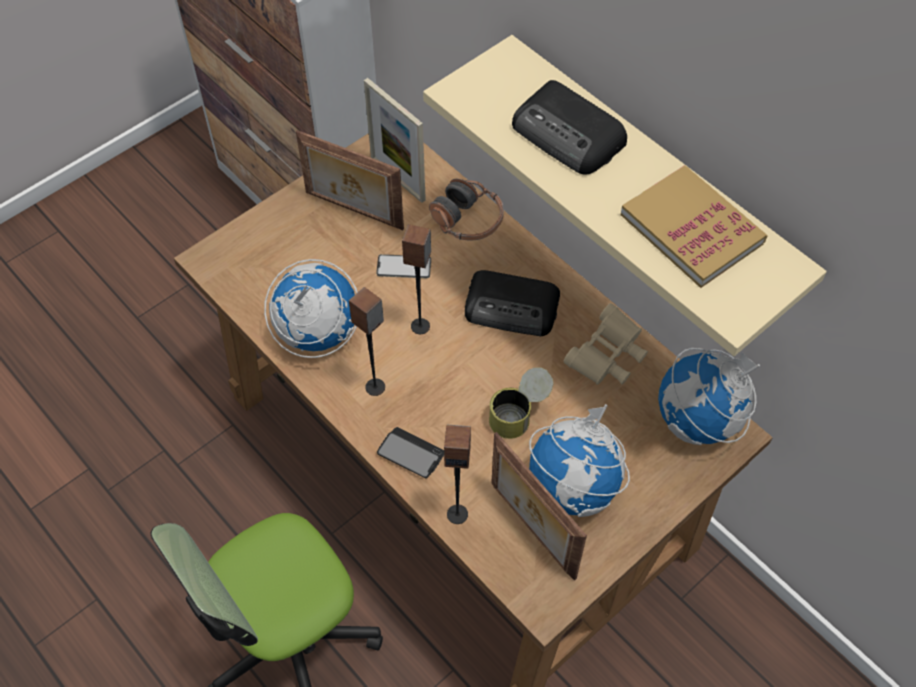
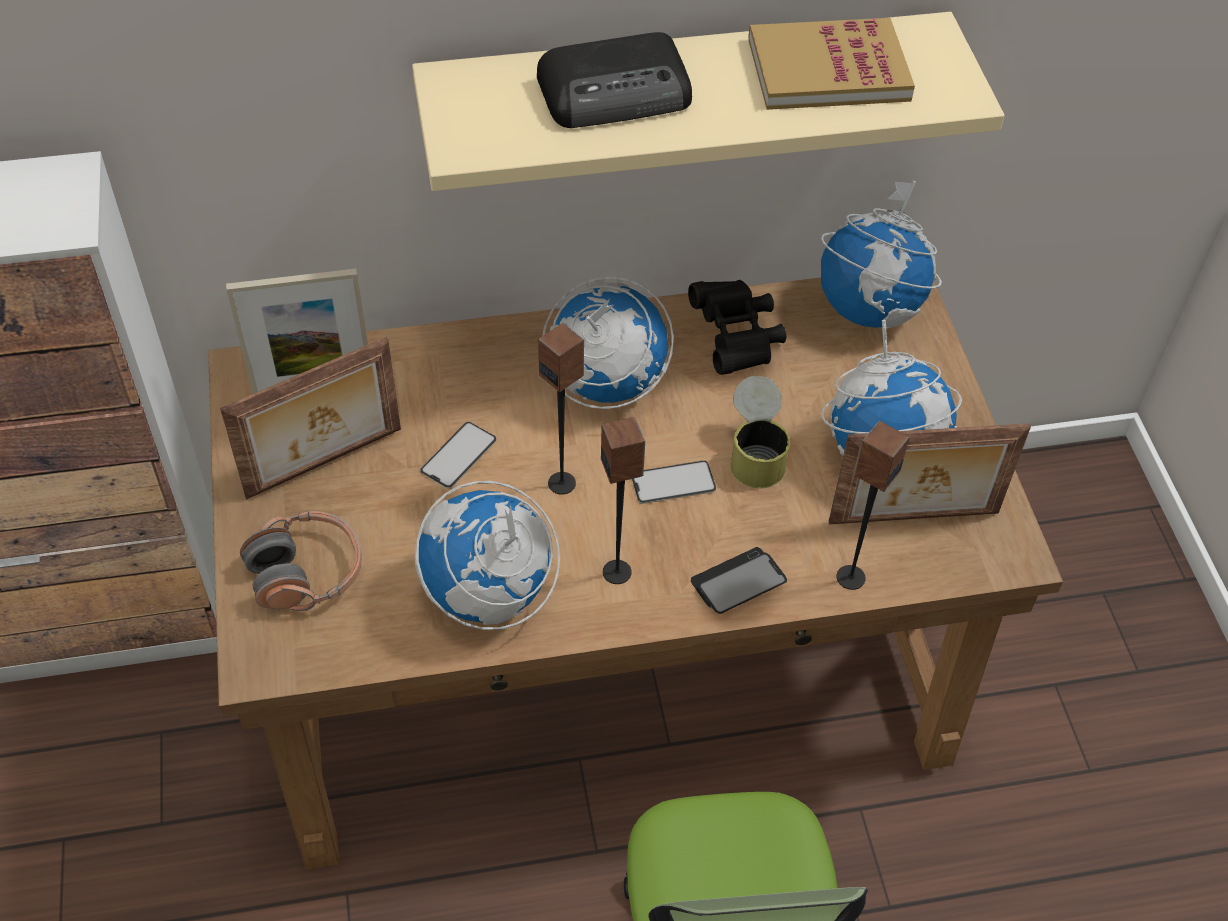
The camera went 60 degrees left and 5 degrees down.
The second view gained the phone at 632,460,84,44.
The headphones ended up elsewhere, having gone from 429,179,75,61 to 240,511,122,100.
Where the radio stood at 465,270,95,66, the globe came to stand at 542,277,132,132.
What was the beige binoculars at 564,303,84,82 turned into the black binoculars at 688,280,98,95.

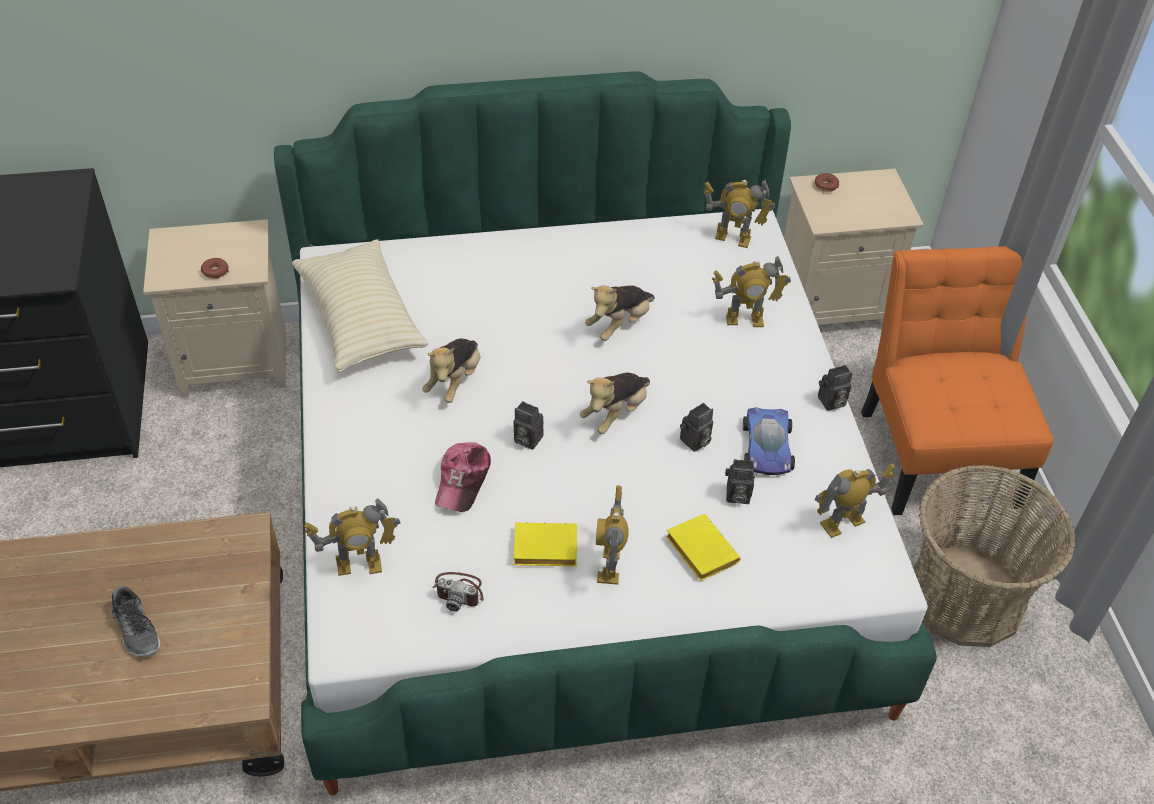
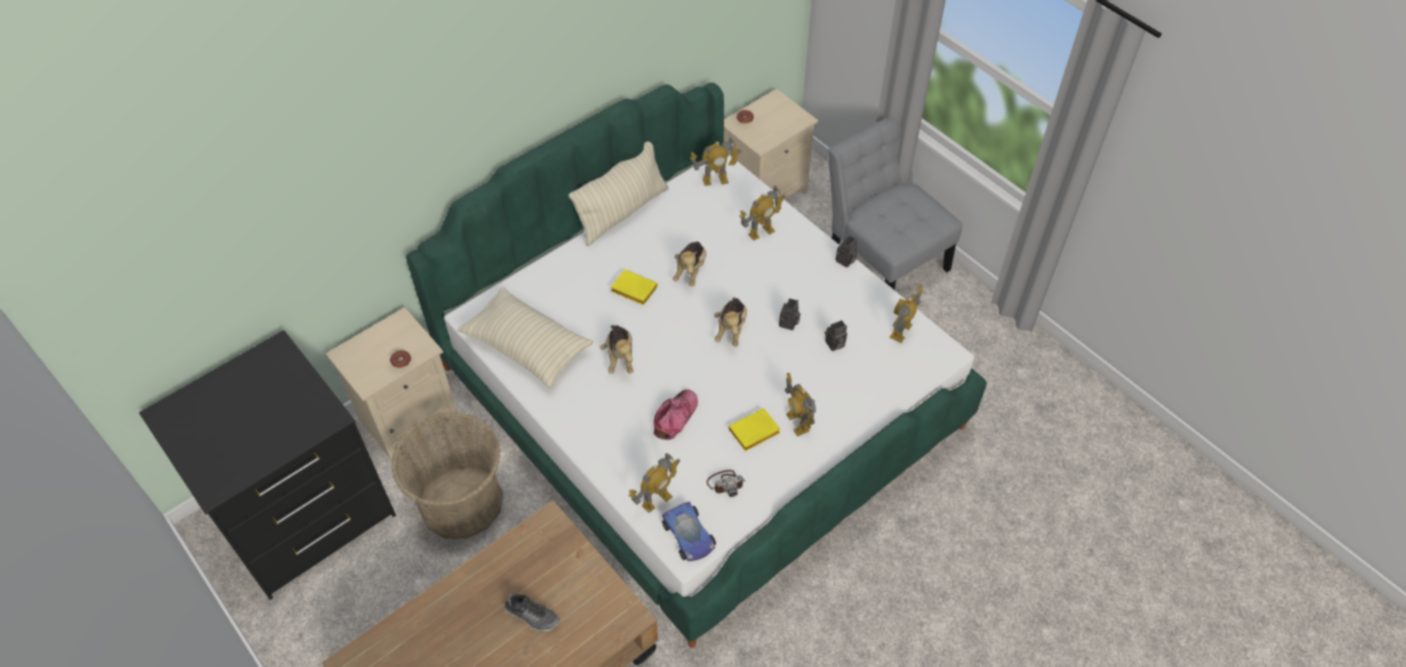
The camera went 30 degrees left and 5 degrees up.
The second view lost the photo camera at 513,401,31,49.
The second view gained the beige pillow at 568,141,101,105.
The yellow book ended up elsewhere, having gone from 666,514,75,67 to 610,270,48,35.
The toy car ended up elsewhere, having gone from 743,407,52,68 to 662,502,54,59.
The basket ended up elsewhere, having gone from 913,464,163,183 to 391,412,112,127.
What was the orange chair at 861,246,193,269 turned into the grey chair at 828,118,134,171.
The cap at 435,442,56,70 ended up facing another way, 135 degrees counterclockwise from before.

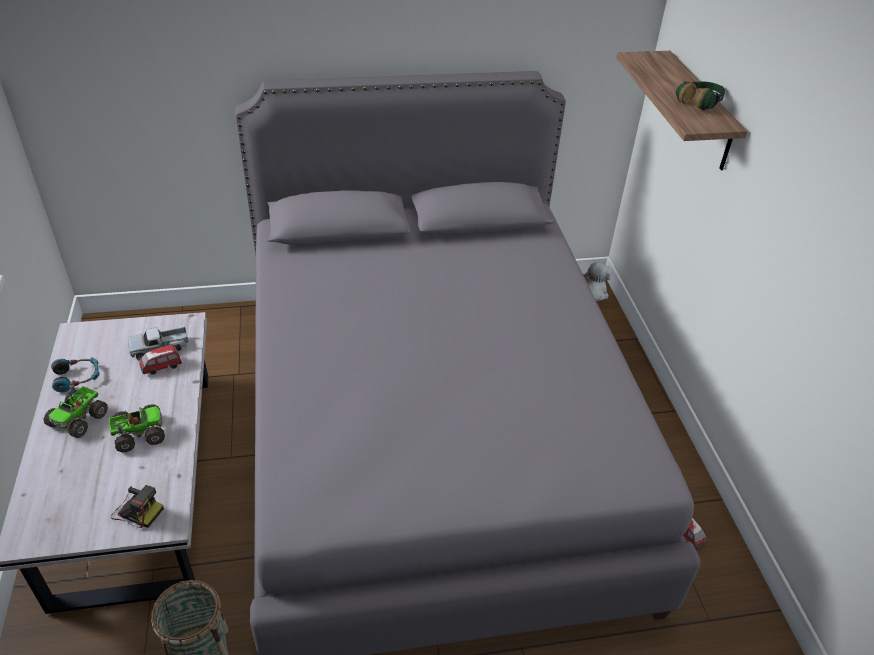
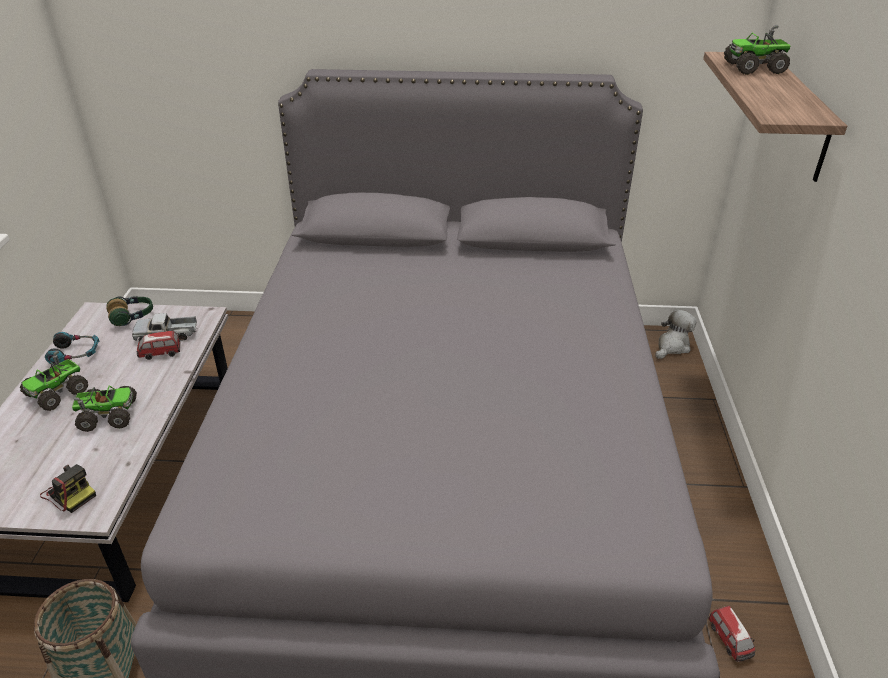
The camera went 15 degrees right and 5 degrees down.
The second view gained the toy truck at 724,25,66,50.
The headphones ended up elsewhere, having gone from 676,81,49,29 to 106,296,47,30.

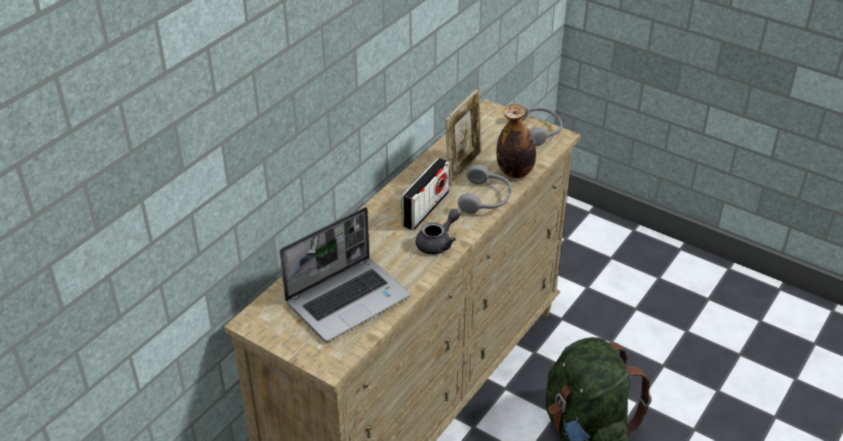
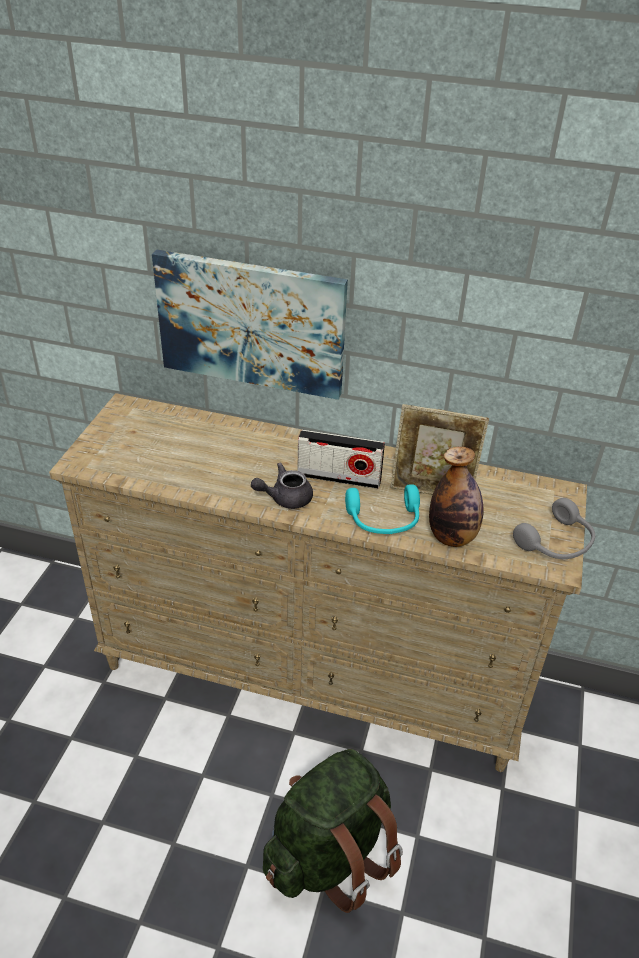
The camera went 70 degrees right and 0 degrees up.
The second view lost the laptop at 280,207,130,135.
The second view gained the picture at 152,250,196,150.
What was the grey headphones at 458,165,53,49 turned into the turquoise headphones at 345,484,75,50.
The grey teapot at 416,209,44,46 ended up facing another way, 135 degrees clockwise from before.

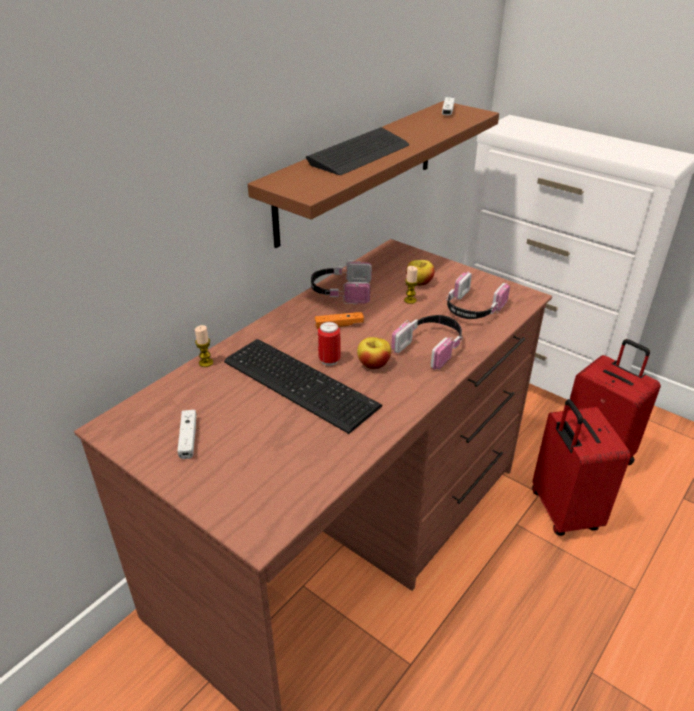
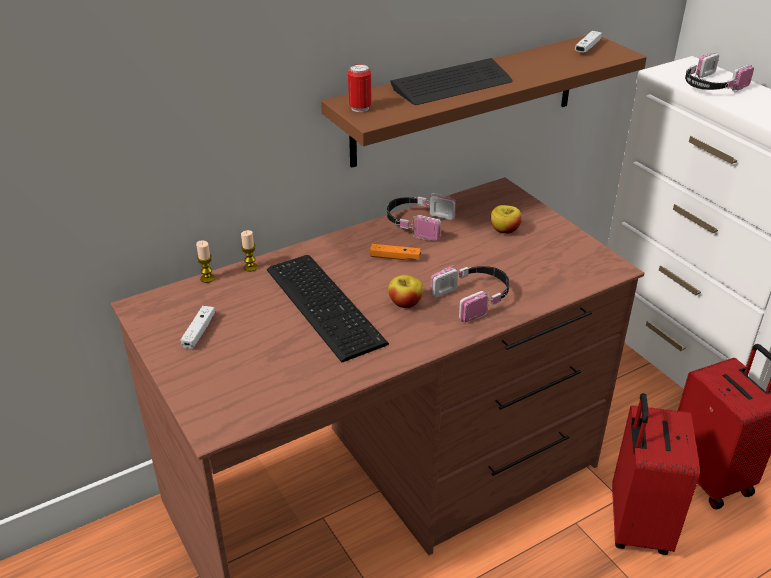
The camera went 20 degrees right and 0 degrees up.
The can ended up elsewhere, having gone from 318,322,23,44 to 348,64,24,48.
The candle ended up elsewhere, having gone from 404,266,14,38 to 196,241,19,42.
The headphones ended up elsewhere, having gone from 446,272,64,47 to 685,53,69,39.

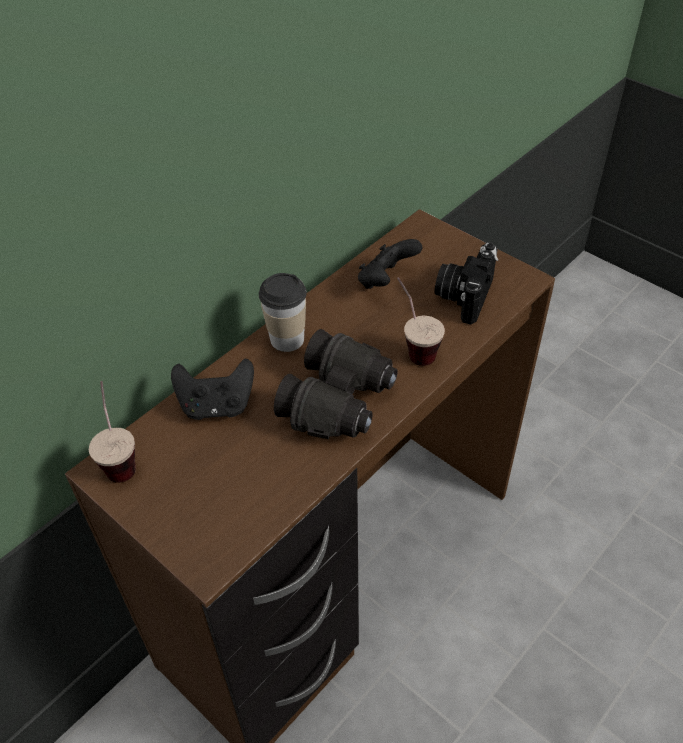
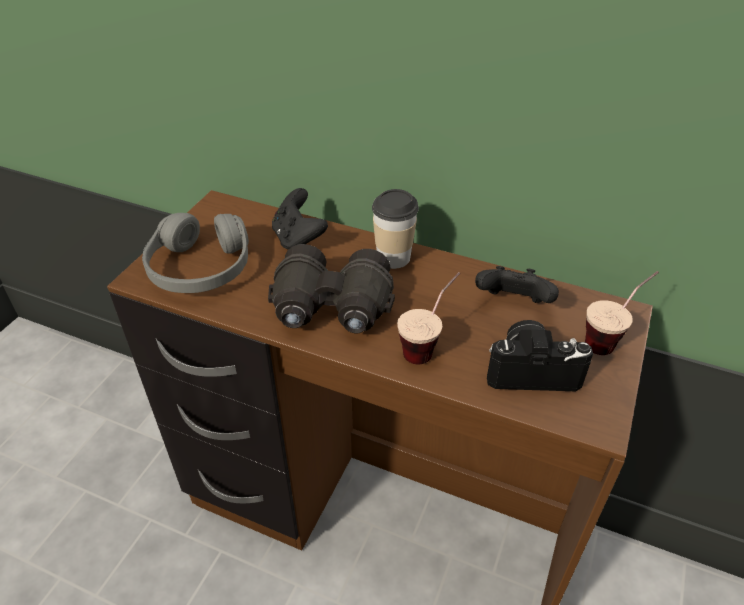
The camera went 70 degrees right and 5 degrees down.
The second view gained the grey headphones at 142,213,107,80.
The cup ended up elsewhere, having gone from 89,381,47,102 to 585,271,74,84.

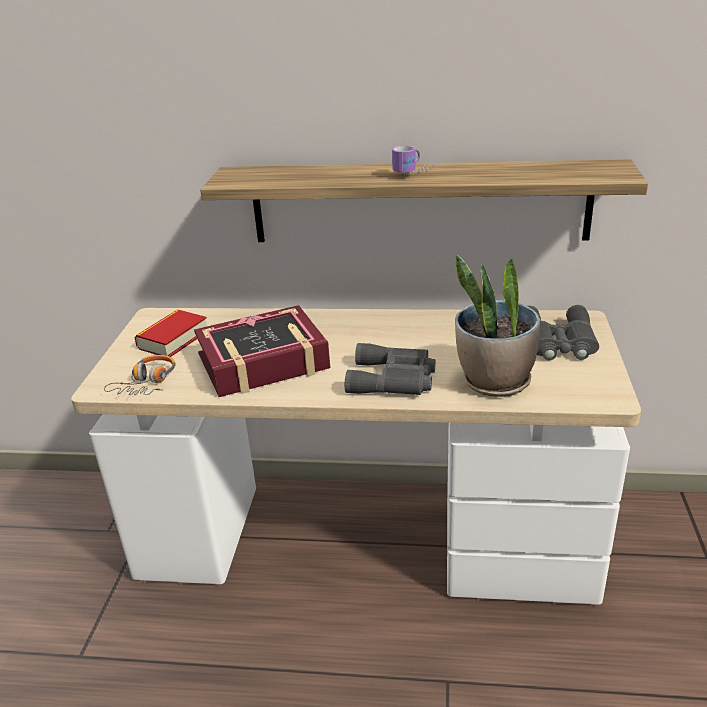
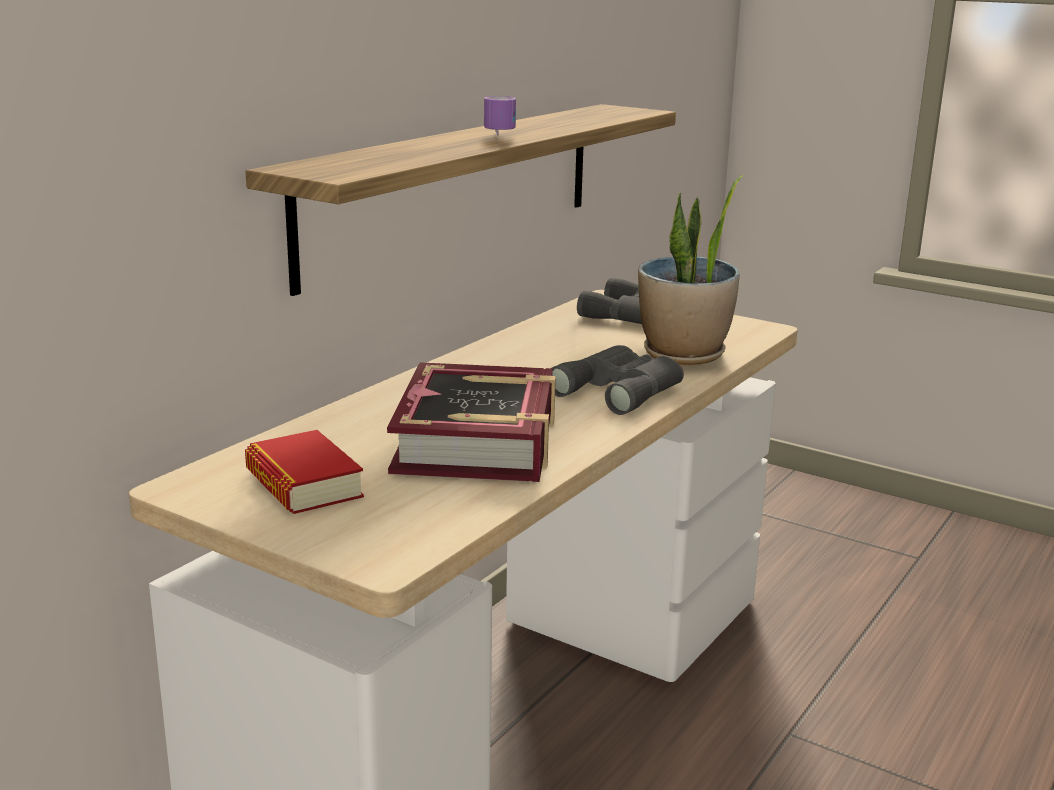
The camera went 65 degrees left and 10 degrees down.
The second view lost the headphones at 104,355,72,40.

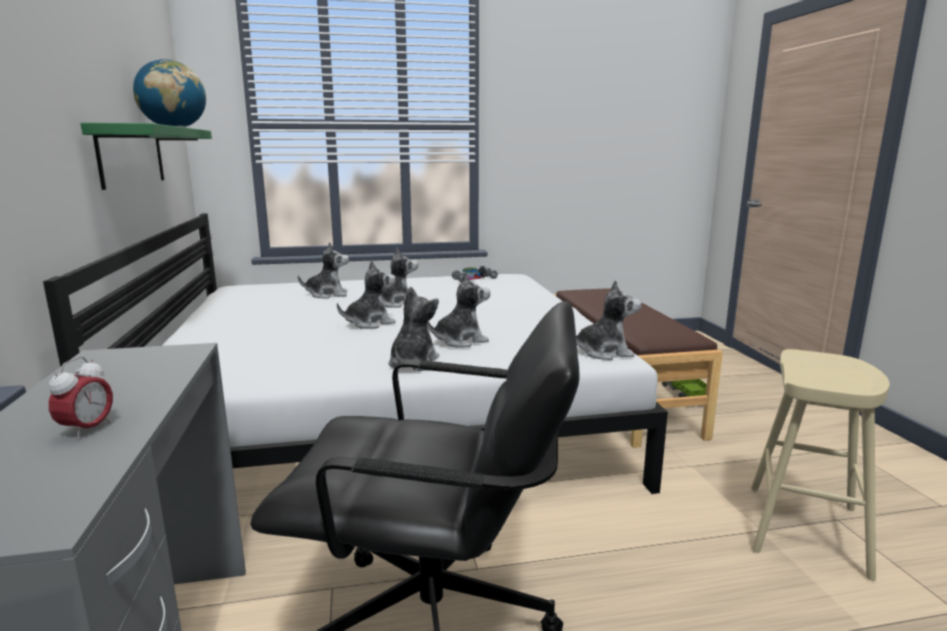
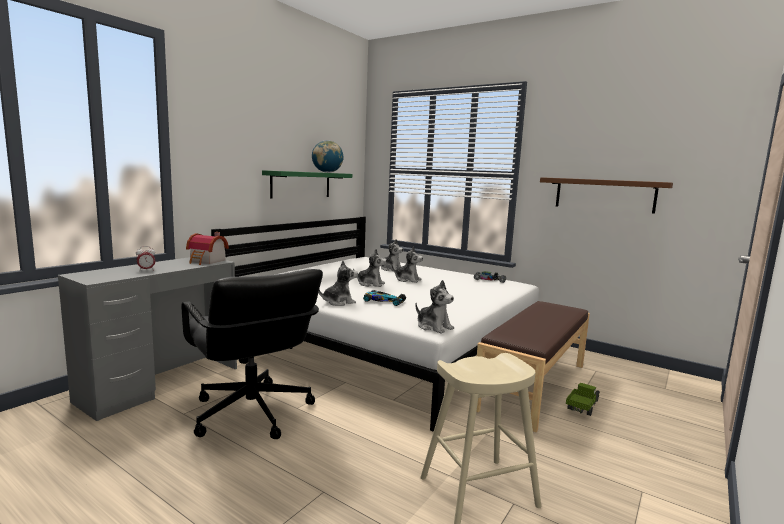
The camera went 45 degrees right and 5 degrees down.
The second view gained the toy house at 186,232,43,33.
The second view gained the brown shelf at 540,177,133,37.
Where the plush toy stood at 427,272,63,75, the toy car came to stand at 363,290,43,16.

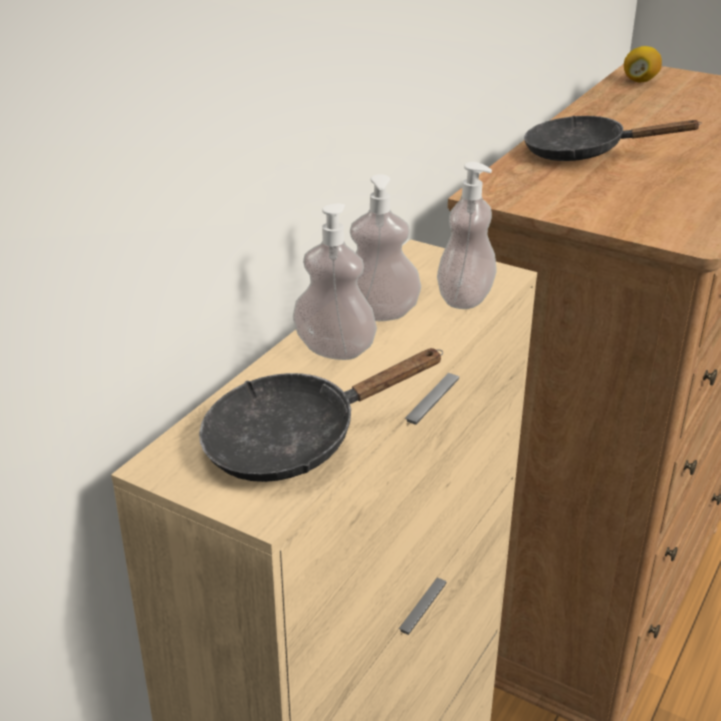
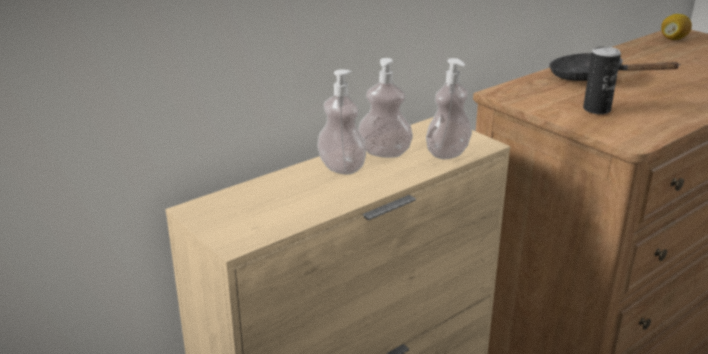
The camera went 20 degrees right and 5 degrees down.
The second view lost the black frying pan at 199,348,244,134.
The second view gained the can at 583,46,38,68.

